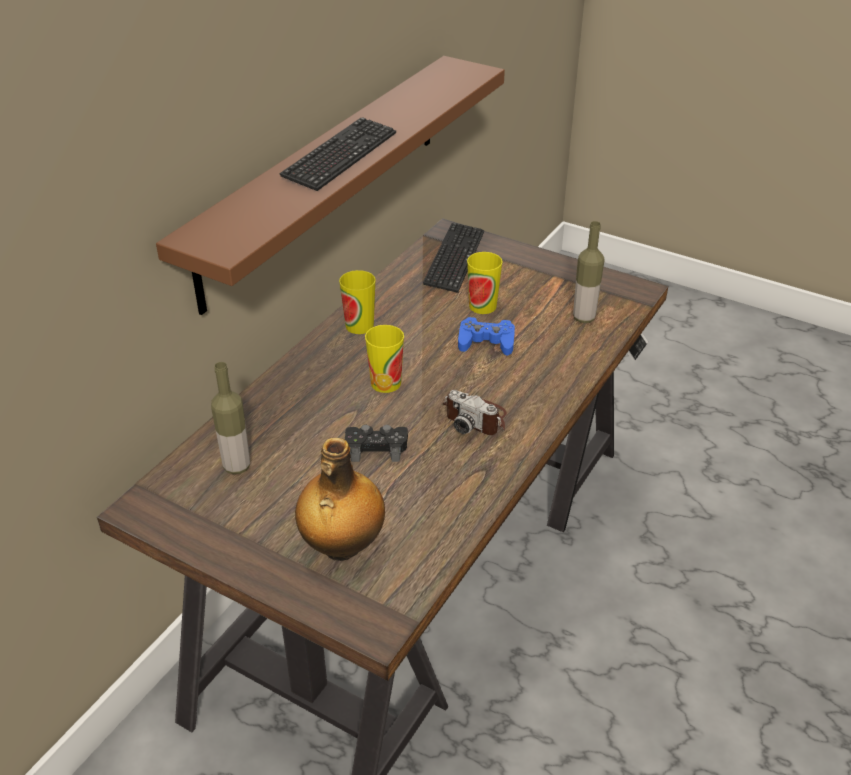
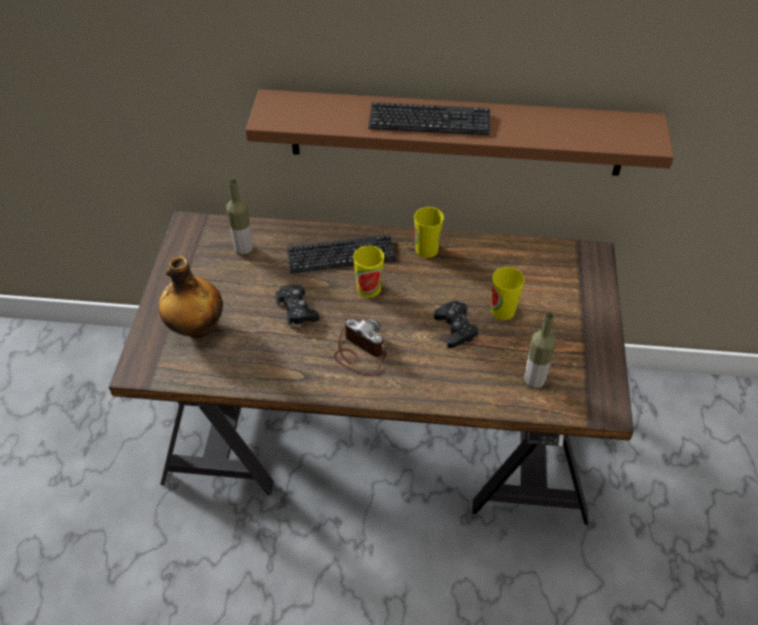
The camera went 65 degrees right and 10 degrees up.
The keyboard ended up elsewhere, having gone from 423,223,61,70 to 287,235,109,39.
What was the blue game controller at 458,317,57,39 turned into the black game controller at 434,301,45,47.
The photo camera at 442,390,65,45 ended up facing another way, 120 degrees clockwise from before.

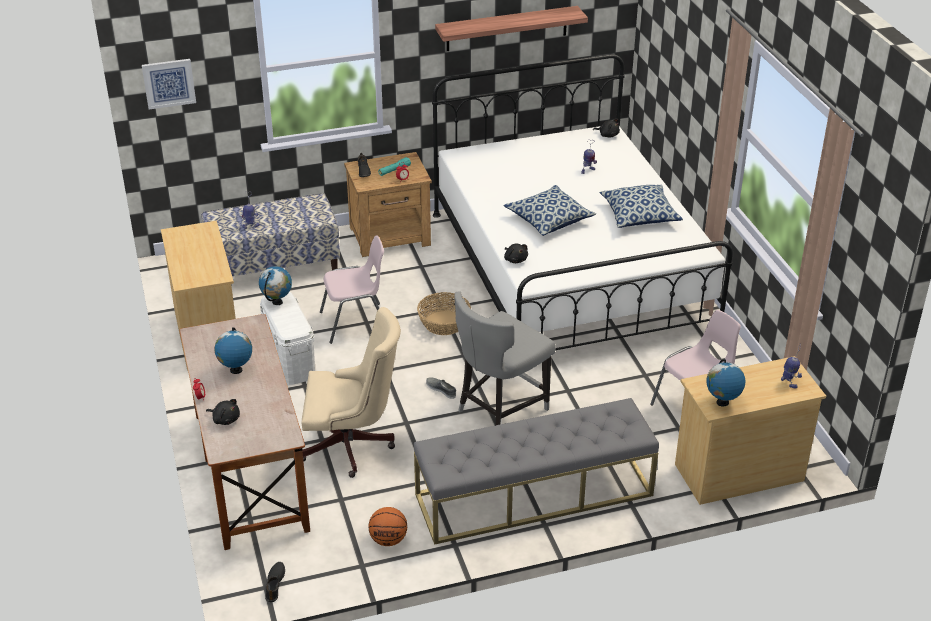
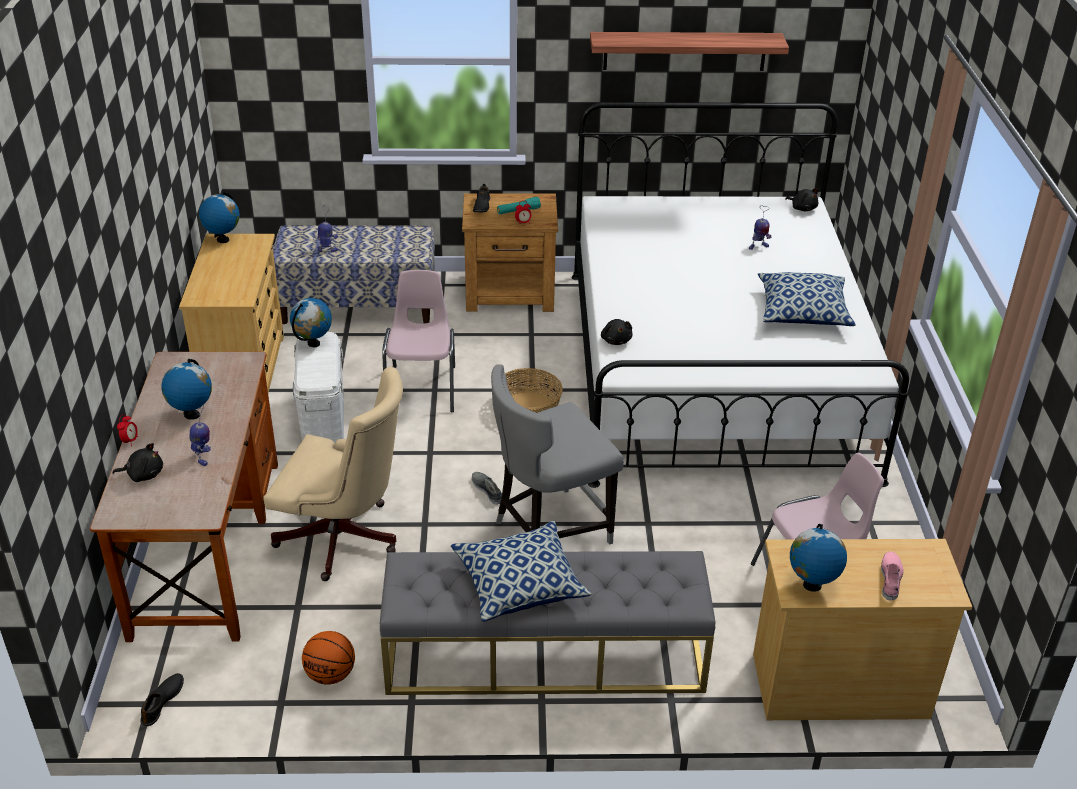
The camera went 15 degrees right and 0 degrees up.
The second view lost the picture at 142,59,54,50.
The second view gained the globe at 199,191,41,52.
The second view gained the pink shoe at 881,552,23,49.
The pillow ended up elsewhere, having gone from 503,185,93,51 to 451,521,141,101.
The toy robot ended up elsewhere, having gone from 781,343,21,46 to 190,405,21,61.
The black plush toy at 206,399,34,26 ended up facing another way, 45 degrees counterclockwise from before.
The pink chair at 320,235,64,109 ended up facing another way, 90 degrees counterclockwise from before.

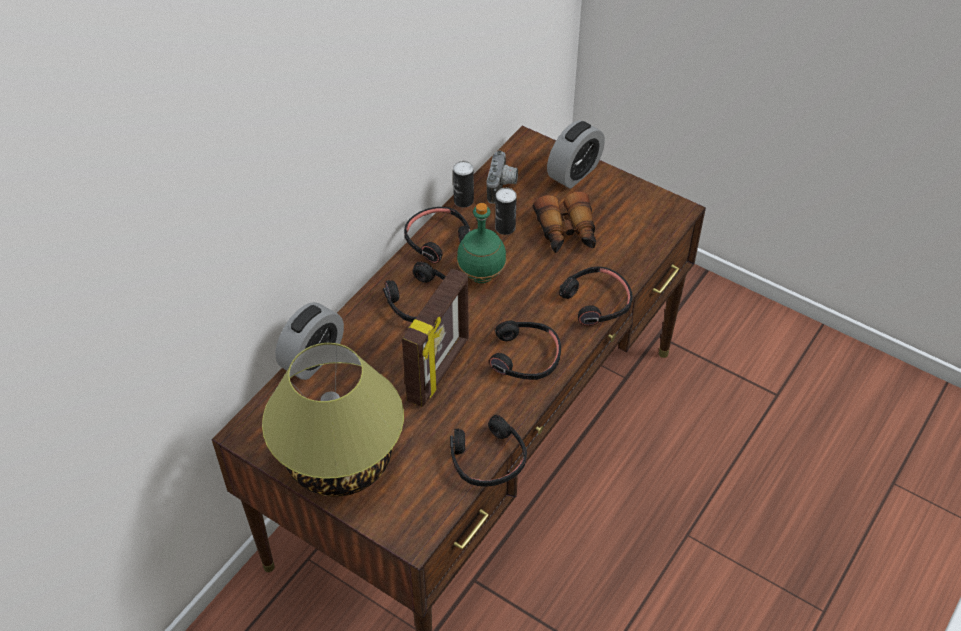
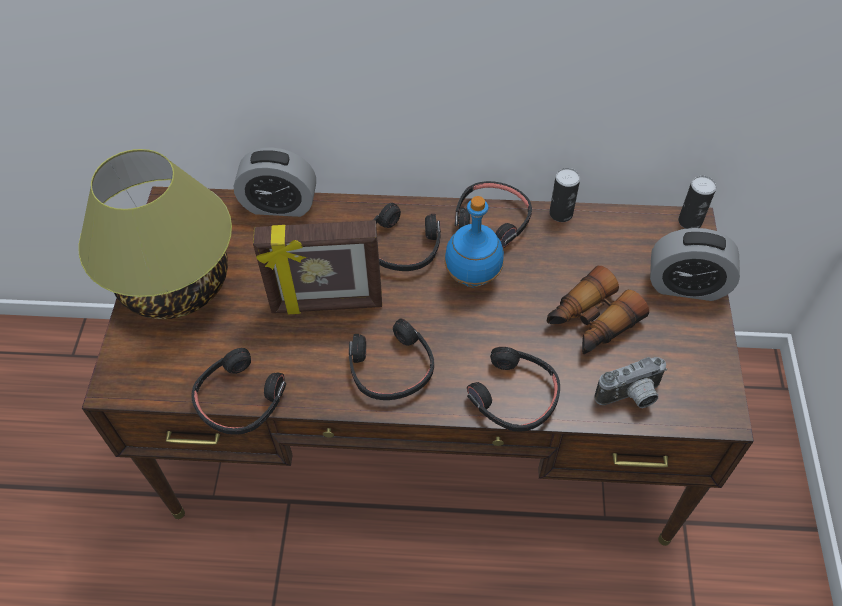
The camera went 60 degrees right and 5 degrees up.
The photo camera ended up elsewhere, having gone from 487,150,31,54 to 594,357,73,51.
The can ended up elsewhere, having gone from 495,188,22,47 to 678,176,39,53.
What was the green bottle at 457,203,49,80 turned into the blue bottle at 444,196,60,91.

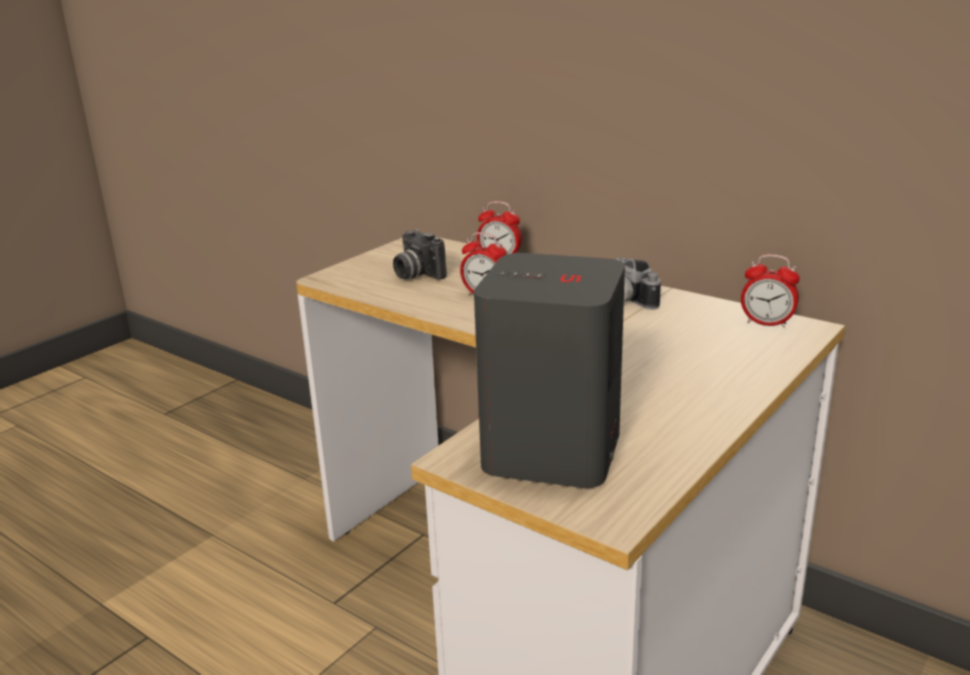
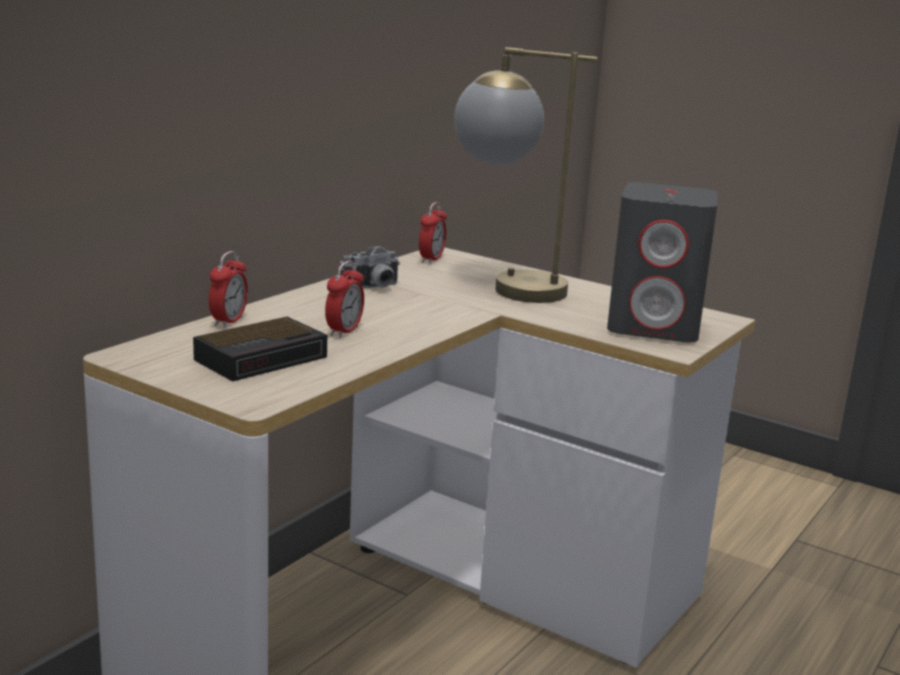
The camera went 95 degrees left and 5 degrees down.
The second view gained the table lamp at 454,47,144,256.
Where the photo camera stood at 393,229,54,51, the alarm clock came to stand at 193,317,134,65.

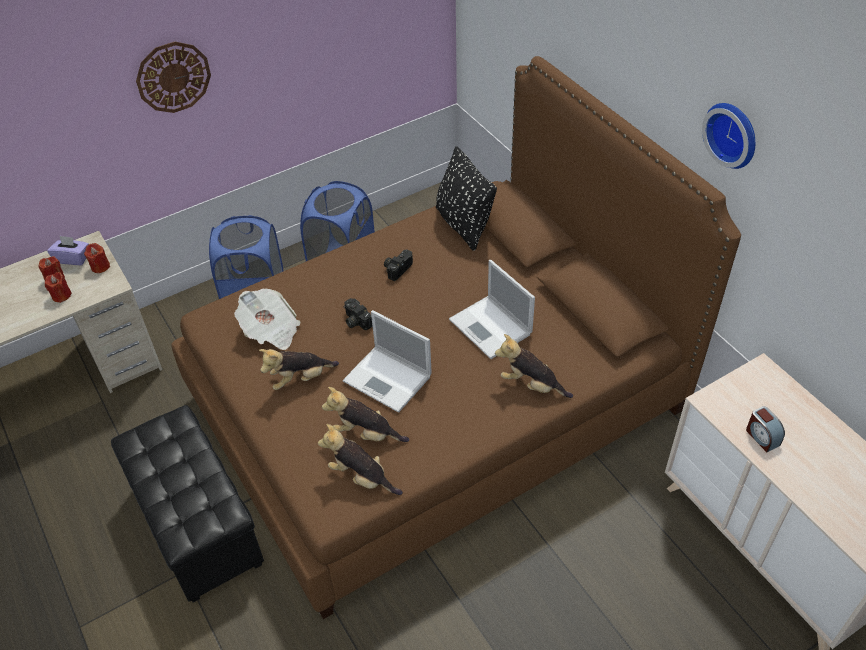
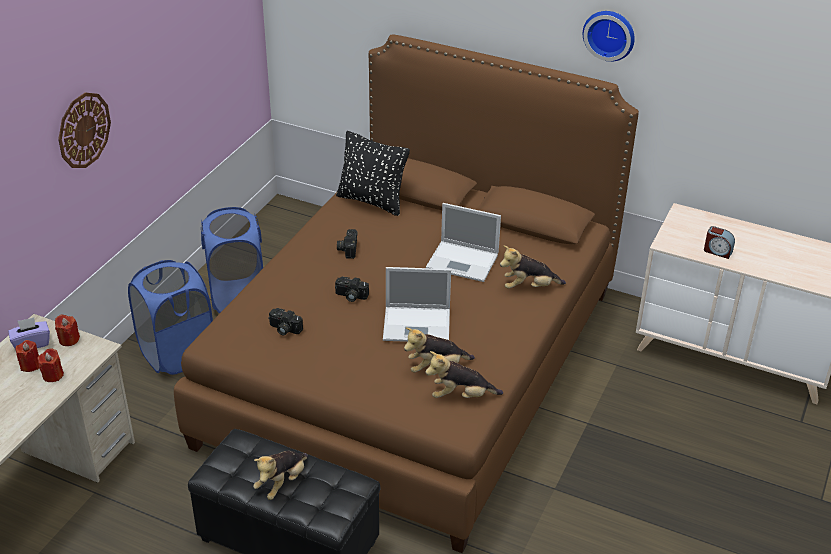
The camera went 35 degrees left and 10 degrees down.
The plush toy ended up elsewhere, having gone from 259,349,80,41 to 253,451,55,49.
Where the newspaper stood at 234,289,67,61, the photo camera came to stand at 268,308,35,27.

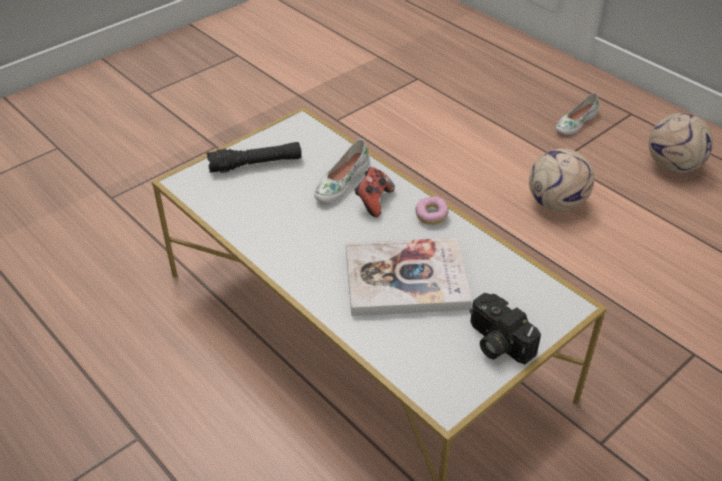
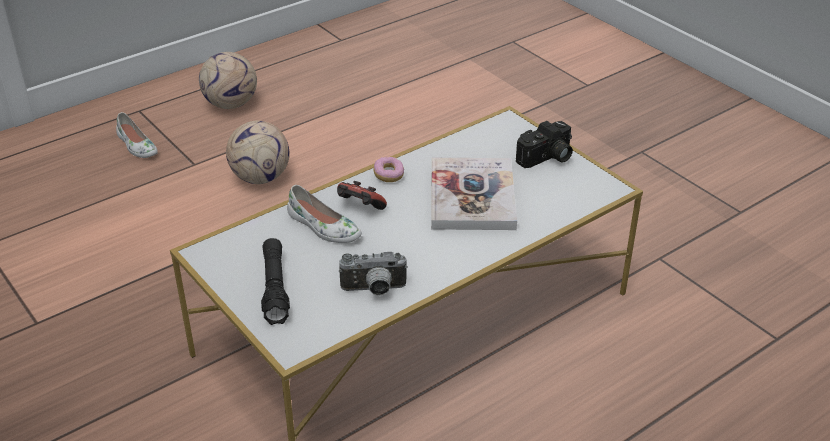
The camera went 85 degrees left and 5 degrees down.
The second view gained the photo camera at 339,252,69,44.

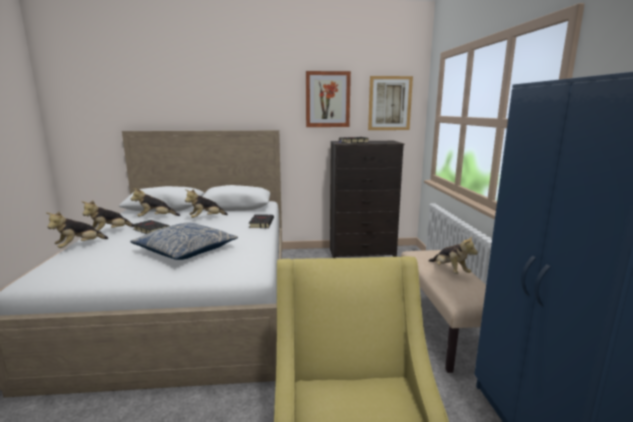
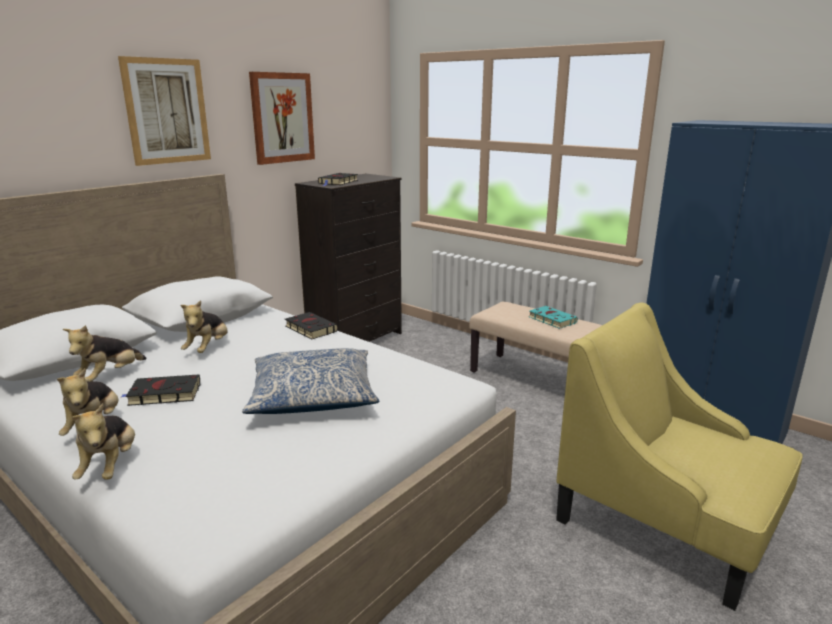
The camera went 45 degrees left and 5 degrees up.
The picture ended up elsewhere, having gone from 368,76,45,54 to 118,56,93,110.
Where the plush toy stood at 429,236,49,38, the turquoise book came to stand at 529,306,49,23.

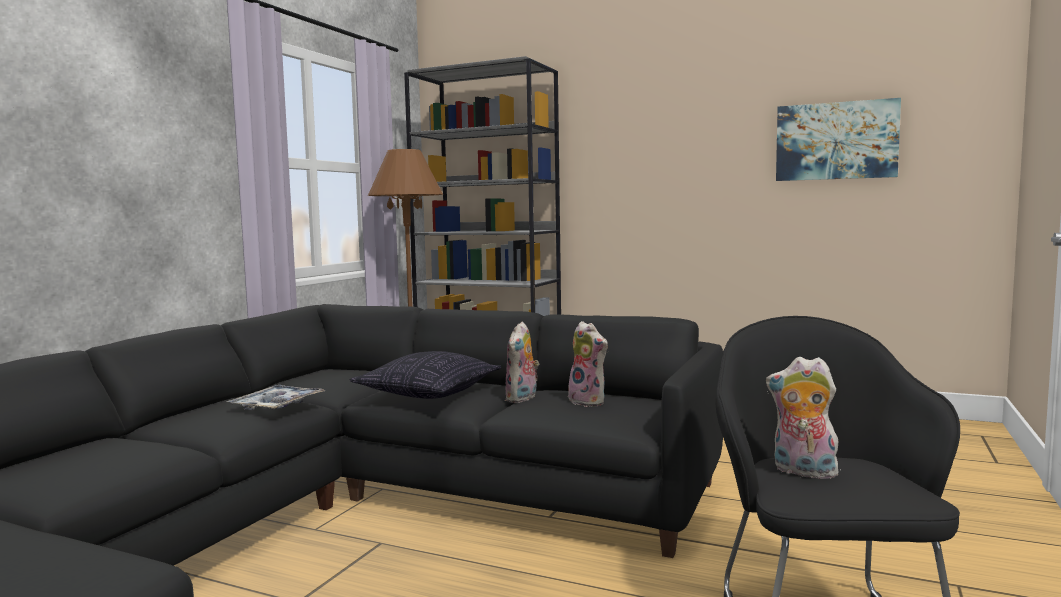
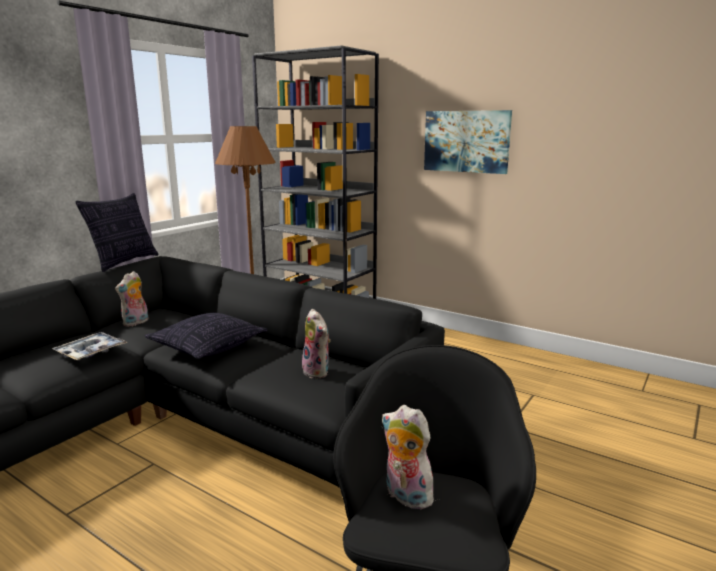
The camera went 10 degrees right and 10 degrees up.
The second view gained the pillow at 75,193,83,79.
The plush toy ended up elsewhere, having gone from 505,322,34,81 to 115,271,33,56.
The picture ended up elsewhere, having gone from 776,98,125,83 to 424,110,88,64.

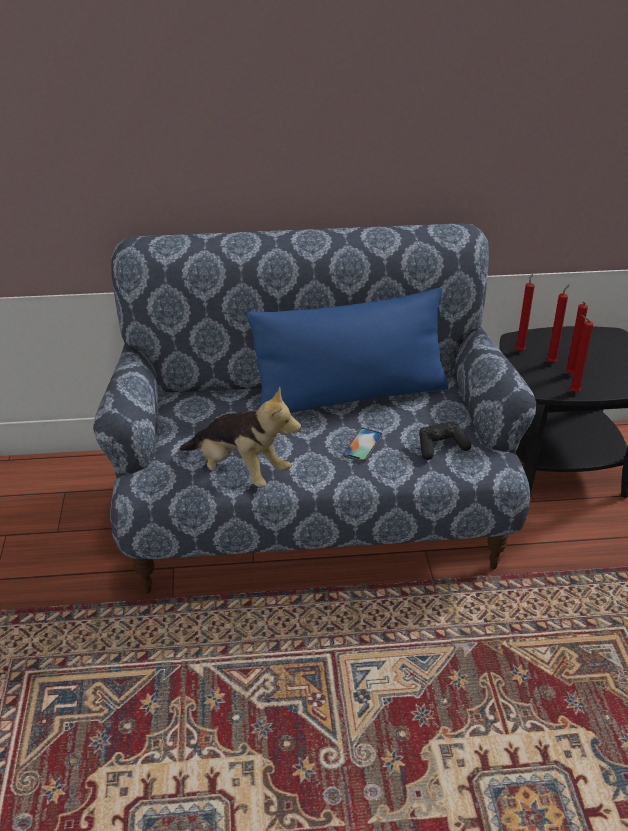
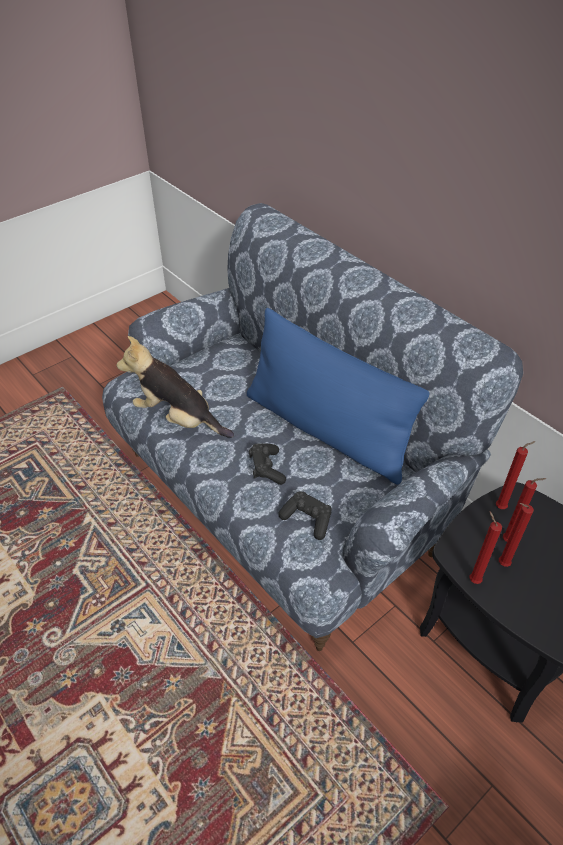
The camera went 55 degrees right and 10 degrees up.
Where the phone stood at 343,428,40,34, the black game controller came to stand at 249,443,37,42.
The plush toy at 179,386,122,101 ended up facing another way, 120 degrees clockwise from before.

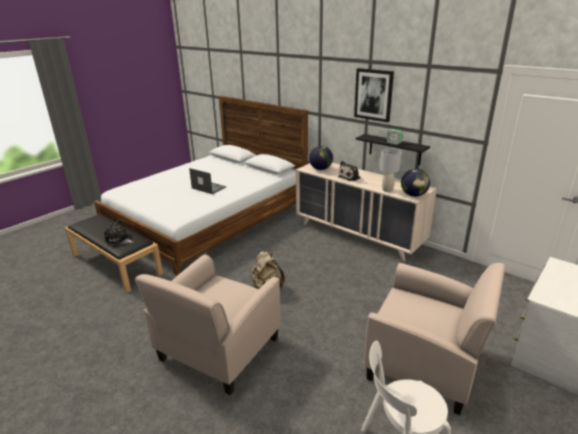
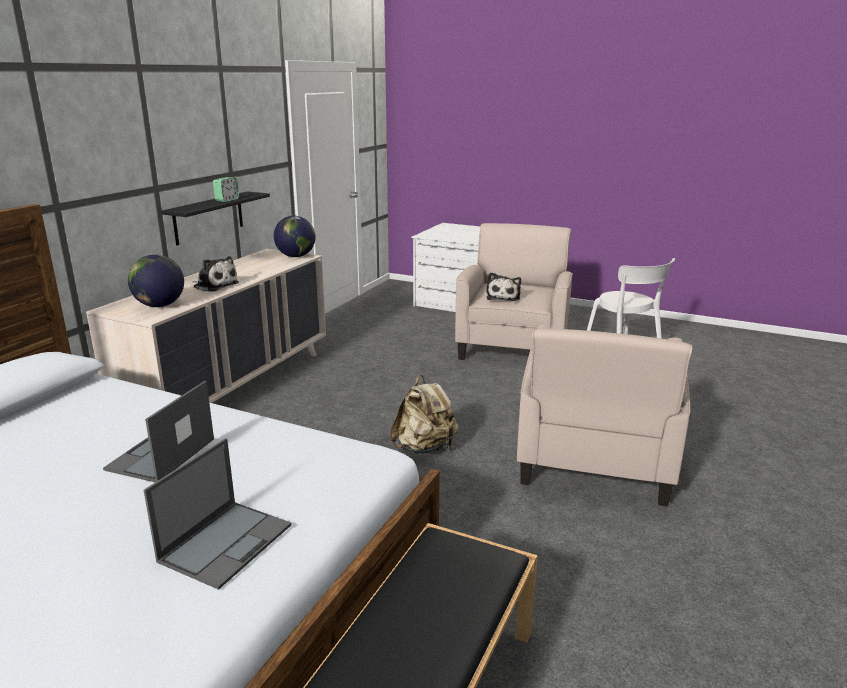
The camera went 105 degrees left and 5 degrees down.
The second view lost the picture at 354,68,40,54.
The second view lost the grey table lamp at 380,148,22,44.
The second view gained the laptop at 144,438,148,152.
The plush toy ended up elsewhere, having gone from 104,219,30,27 to 486,272,35,29.
The beige armchair at 135,254,146,141 ended up facing another way, 90 degrees clockwise from before.

